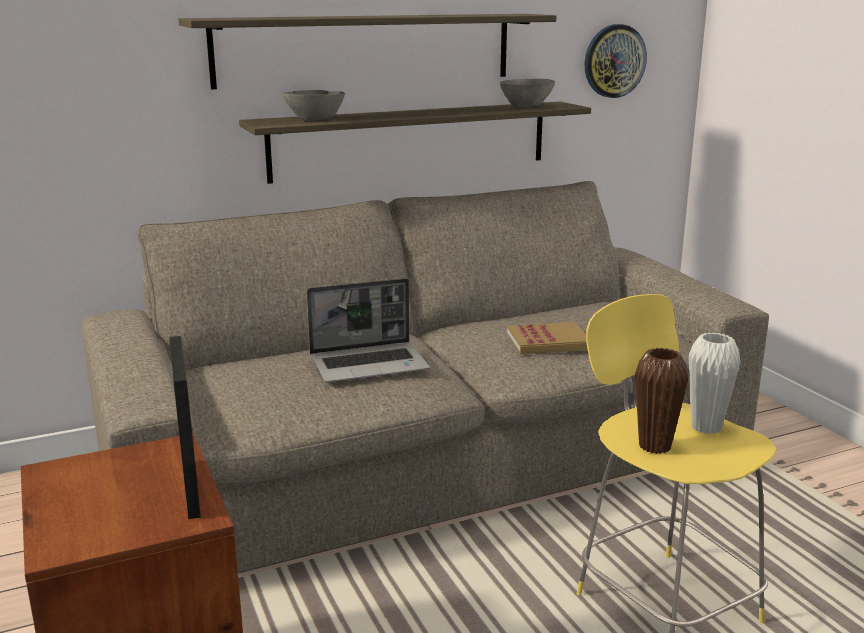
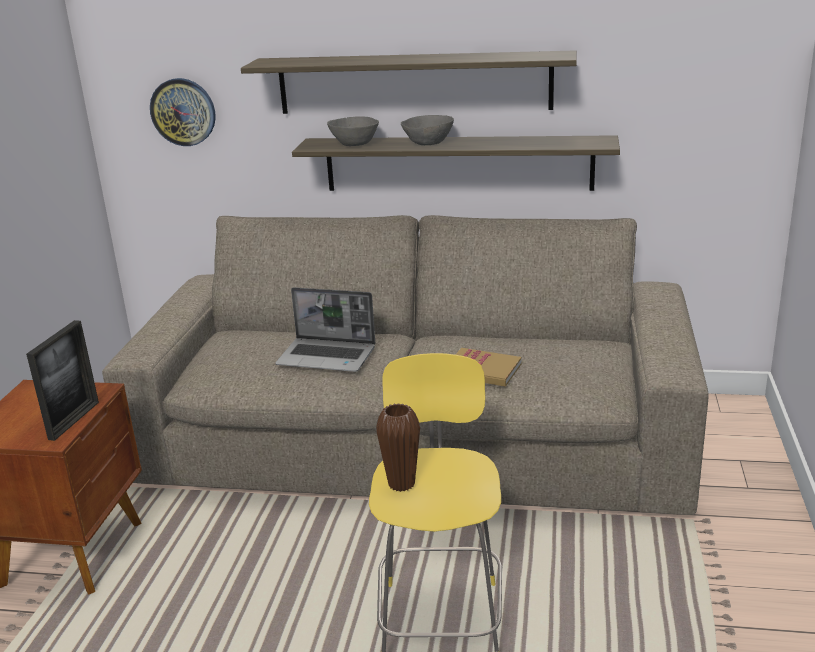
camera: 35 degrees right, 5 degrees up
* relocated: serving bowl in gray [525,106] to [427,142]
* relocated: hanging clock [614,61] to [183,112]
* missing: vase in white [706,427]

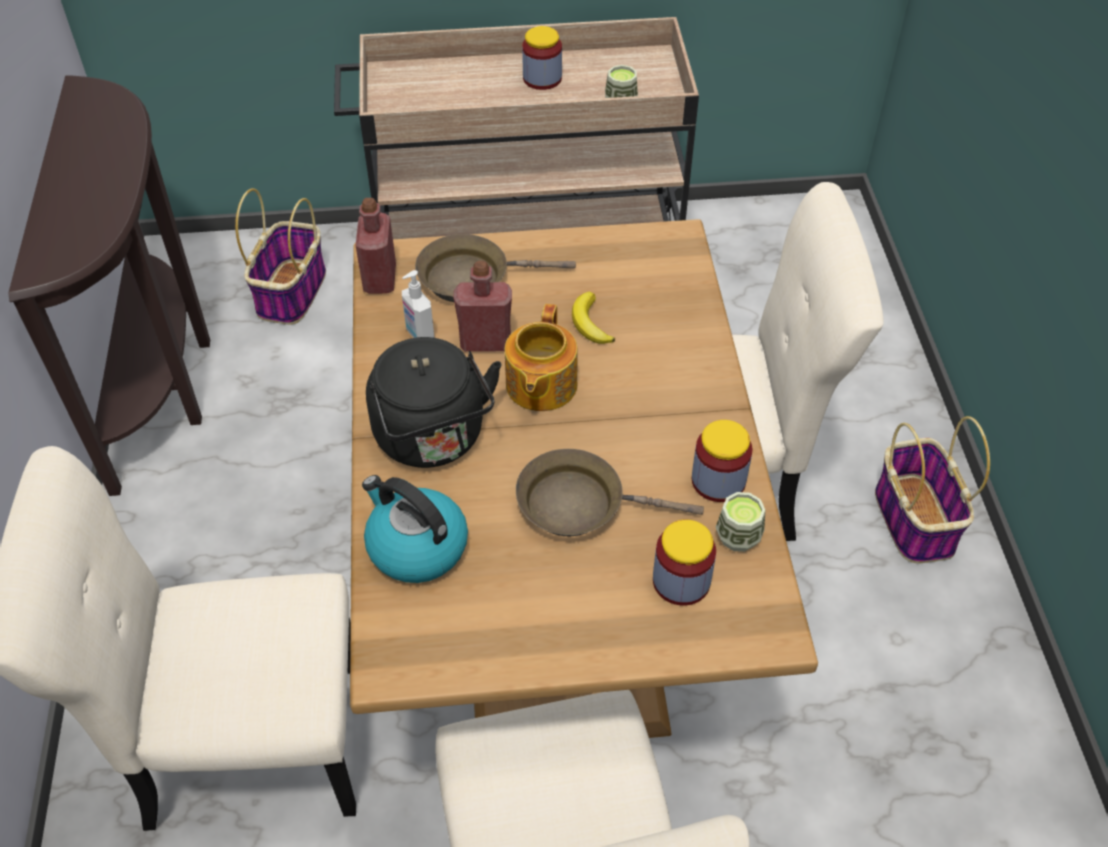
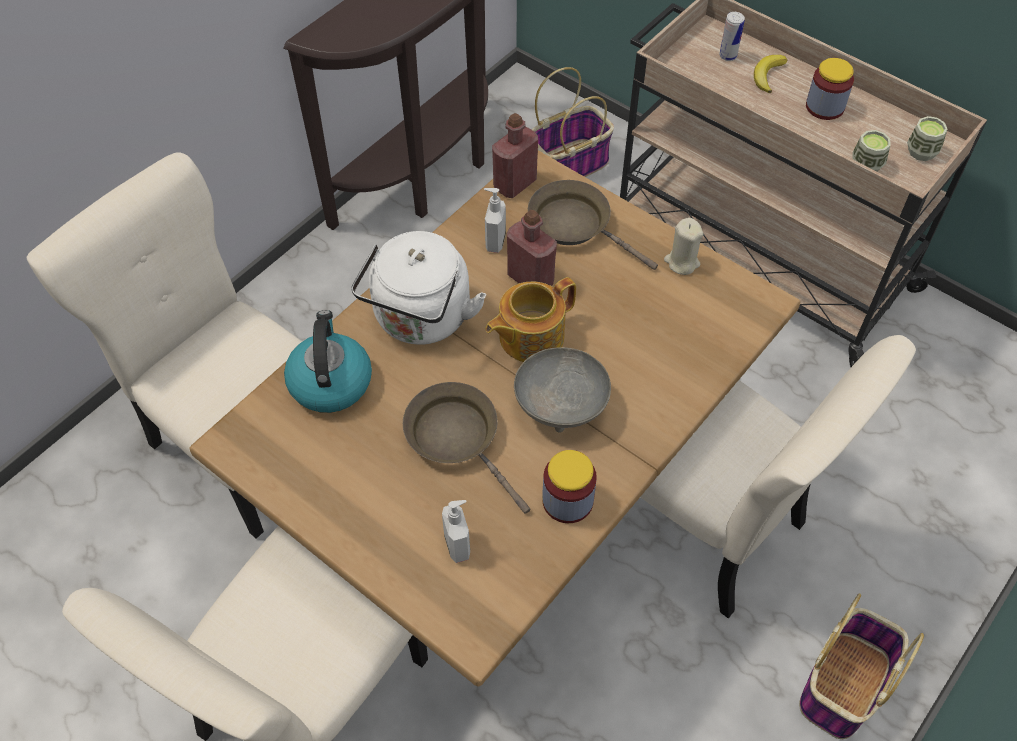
camera: 45 degrees right, 5 degrees up
* colour: water kettle in black [433,439] to water kettle in white [421,320]
* relocated: whole banana [590,323] to [767,75]
* exchanged: storage jar [681,581] to soap dispenser [458,545]
* relocated: cup [738,536] to [921,152]
* appeared: serving bowl in gray [563,407]
* appeared: candle in beige [681,262]
* appeared: can [728,56]

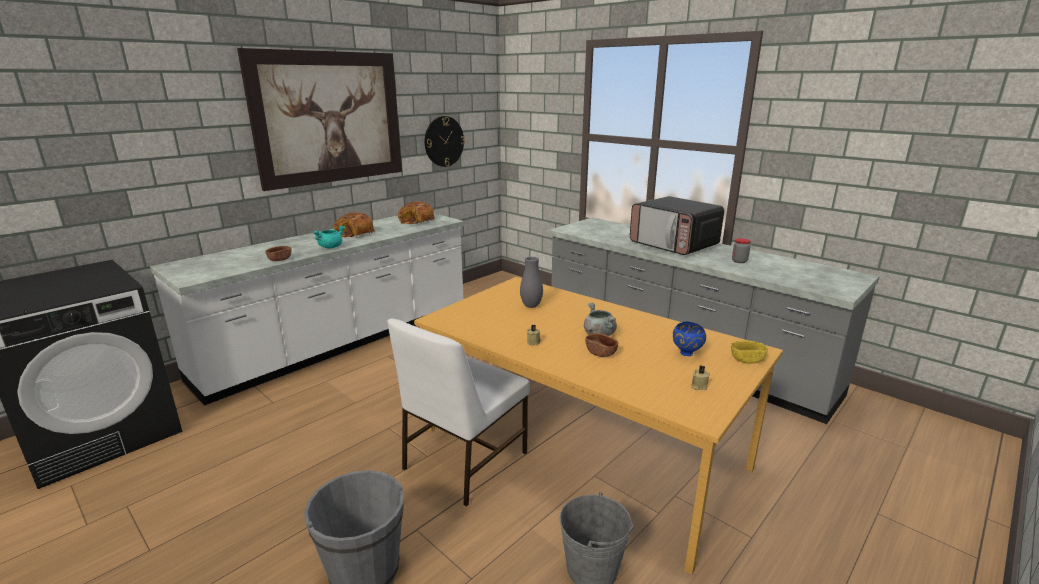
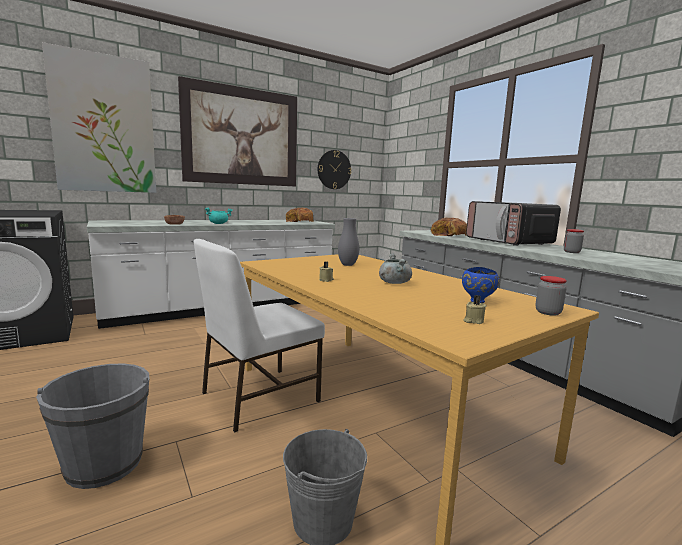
camera: 15 degrees right, 10 degrees down
* relocated: bread [354,233] to [449,235]
* missing: serving bowl in brown [600,353]
* exchanged: serving bowl in yellow [747,360] to storage jar [548,312]
* appeared: wall art [104,124]

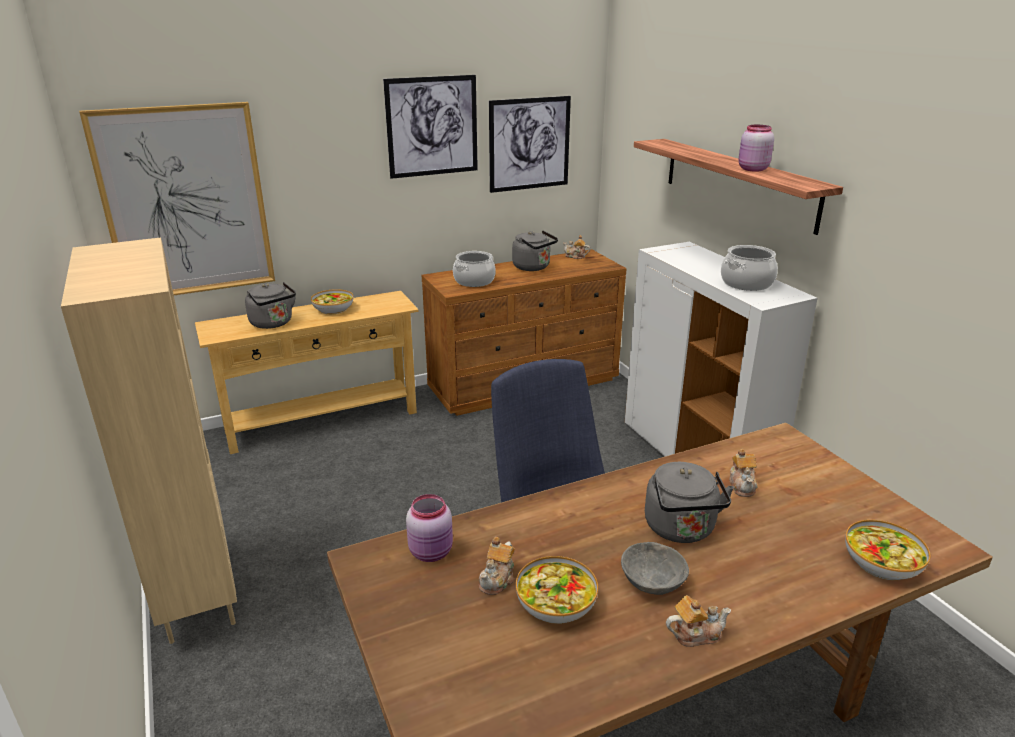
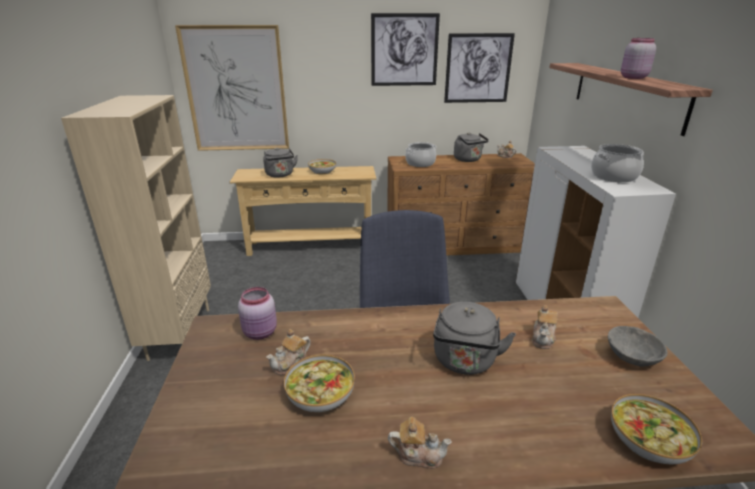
camera: 20 degrees right, 0 degrees up
* relocated: serving bowl in gray [651,582] to [631,357]

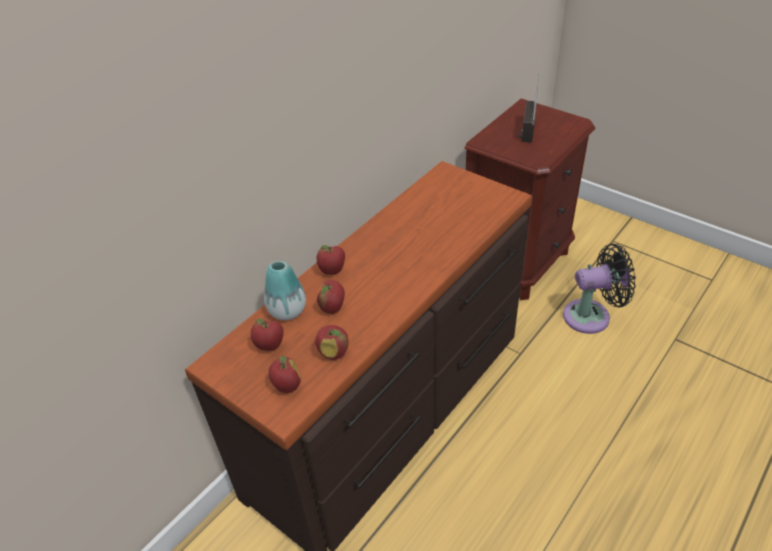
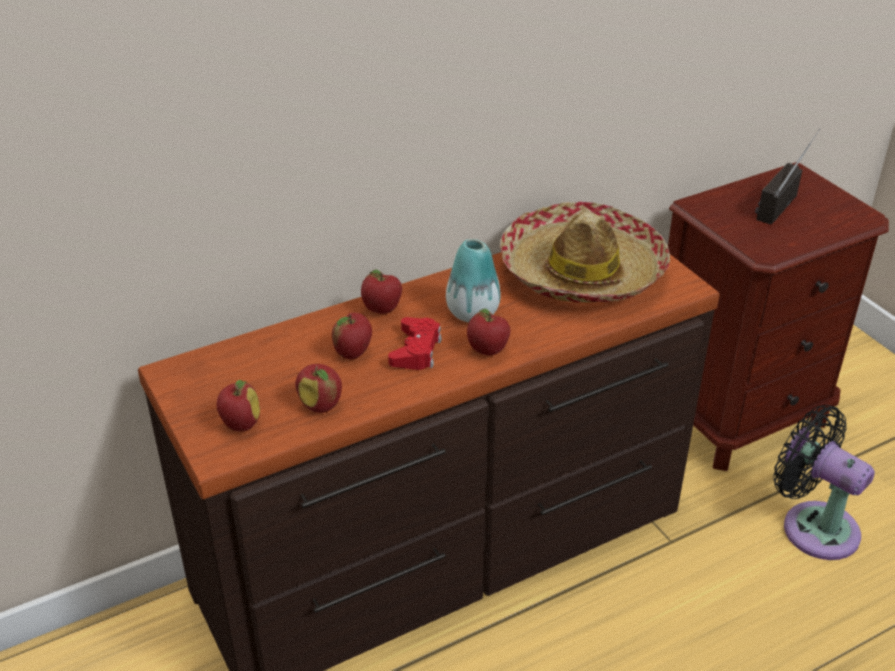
camera: 20 degrees right, 5 degrees down
* relocated: apple [269,346] to [487,351]
* relocated: vase [287,311] to [472,313]
* spun: electric fan in black [591,316] = [813,526] 150 degrees counterclockwise
* appeared: gamepad in red-coloured [416,350]
* appeared: hat [582,271]

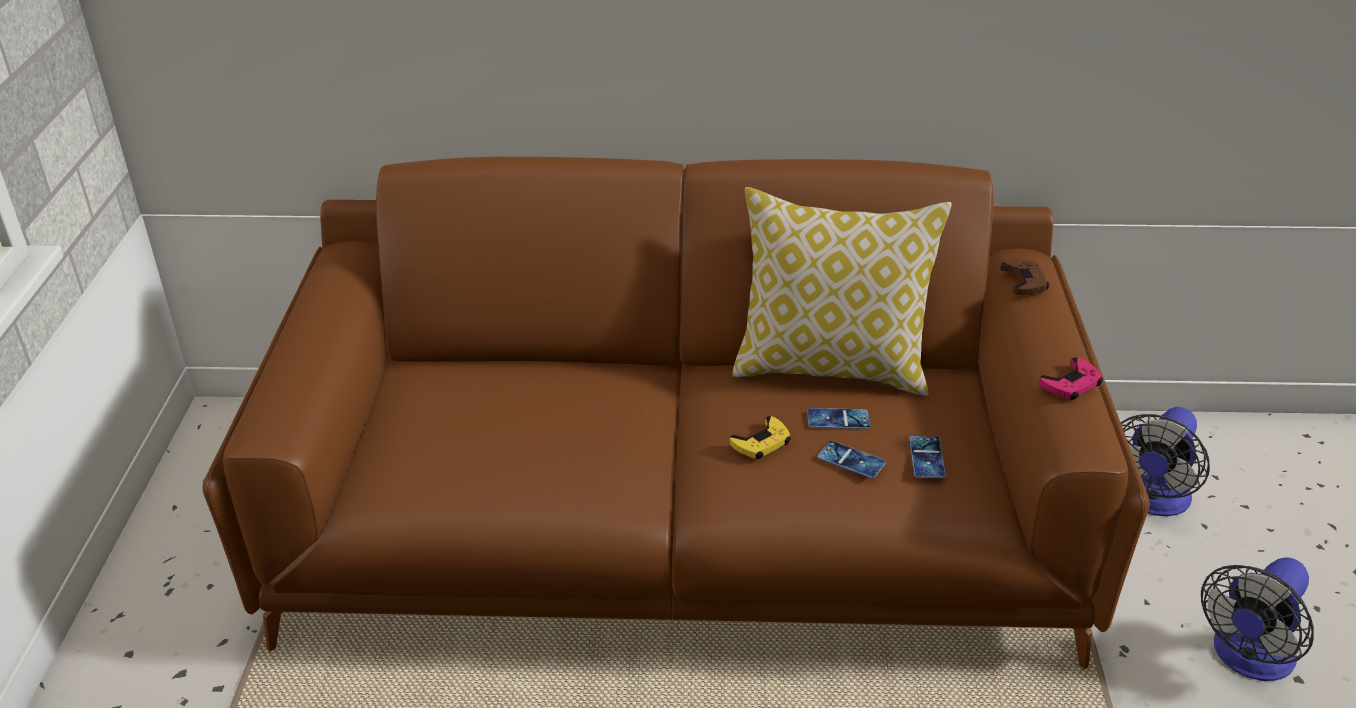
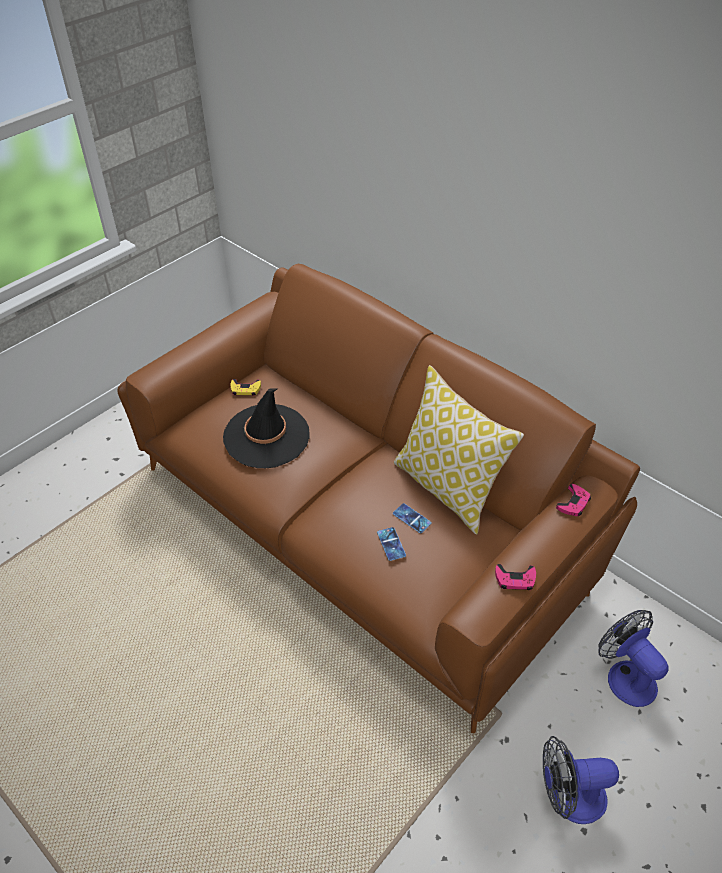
camera: 40 degrees right, 10 degrees up
* relocated: gamepad in yellow [761,443] to [245,389]
* missing: handset [927,457]
* colour: gamepad in brown [1024,281] to gamepad in pinkish [573,503]
* spun: electric fan [1151,500] = [625,675] 75 degrees clockwise
* appeared: hat in black [266,436]

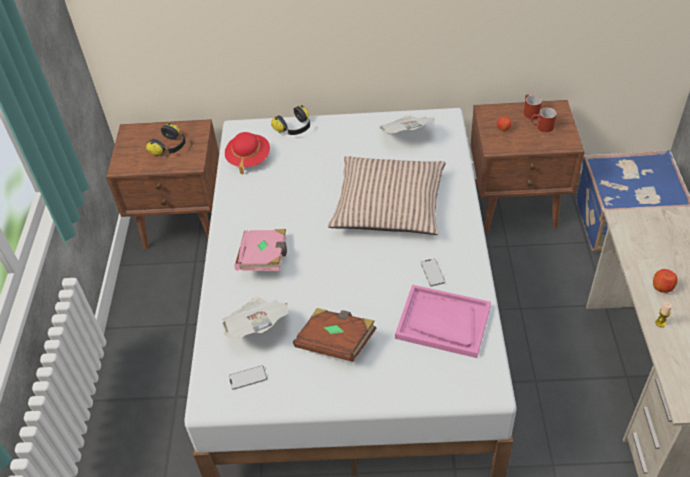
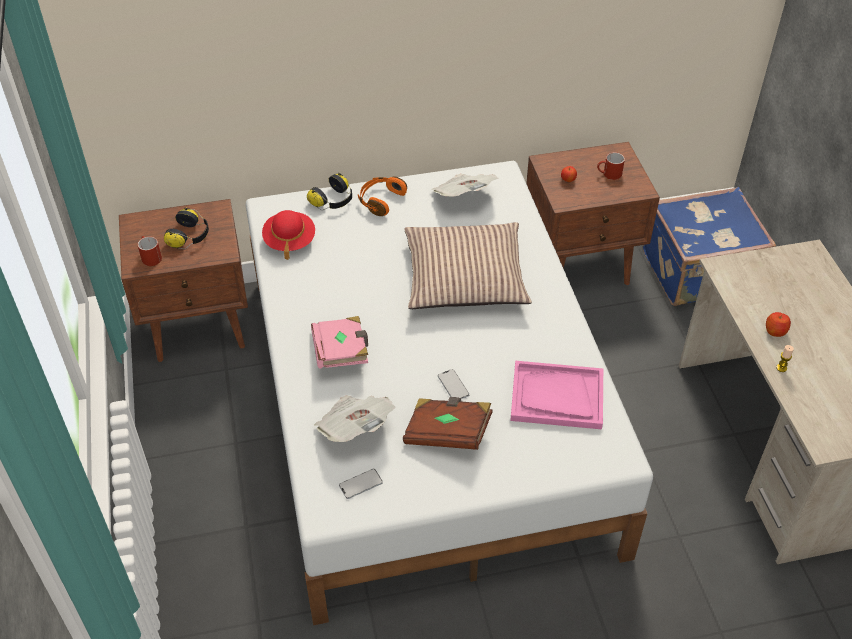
camera: 15 degrees left, 0 degrees up
* relocated: handset [432,273] to [453,385]
* relocated: tea mug in red-coloured [529,112] to [149,257]
* appeared: headset in orange [380,200]

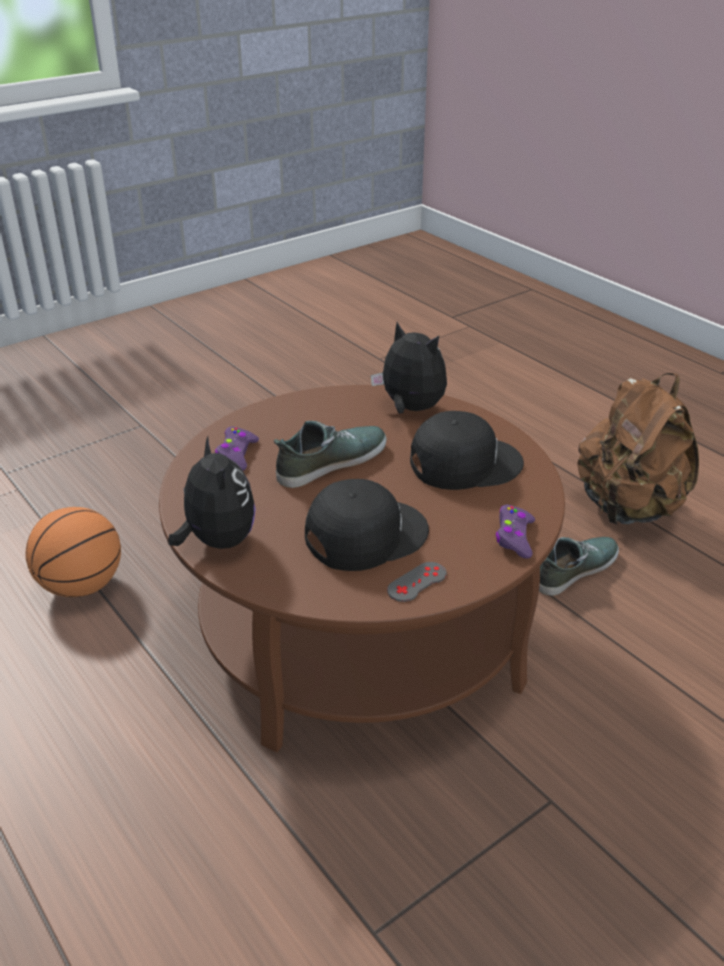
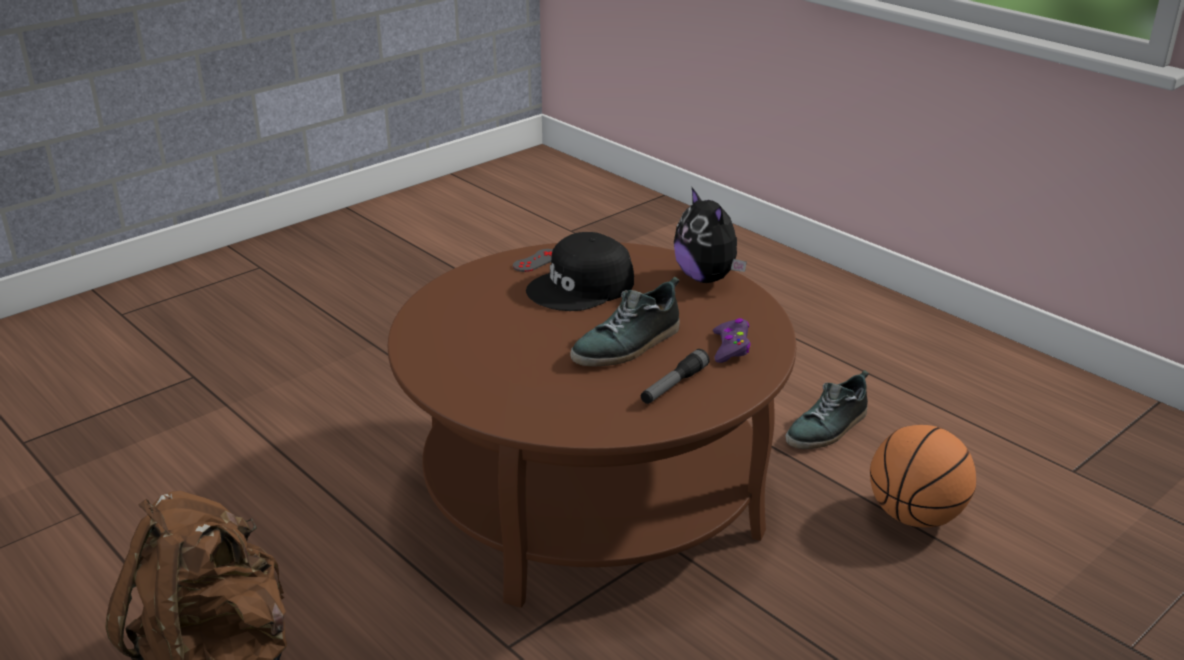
camera: 175 degrees right, 5 degrees down
* missing: cuddly toy [410,409]
* missing: baseball cap in black [464,463]
* missing: gamepad in purple [514,537]
* relocated: shoe [575,569] to [828,428]
* appeared: flashlight [674,385]

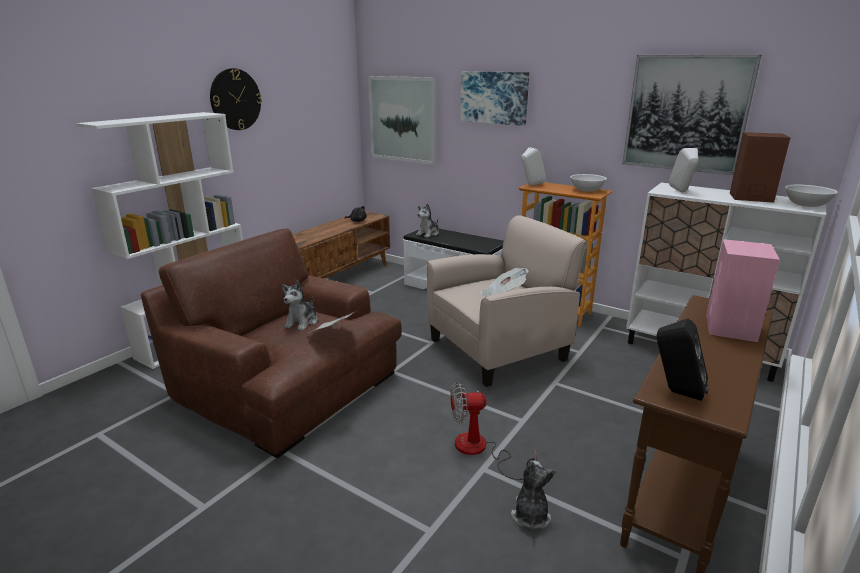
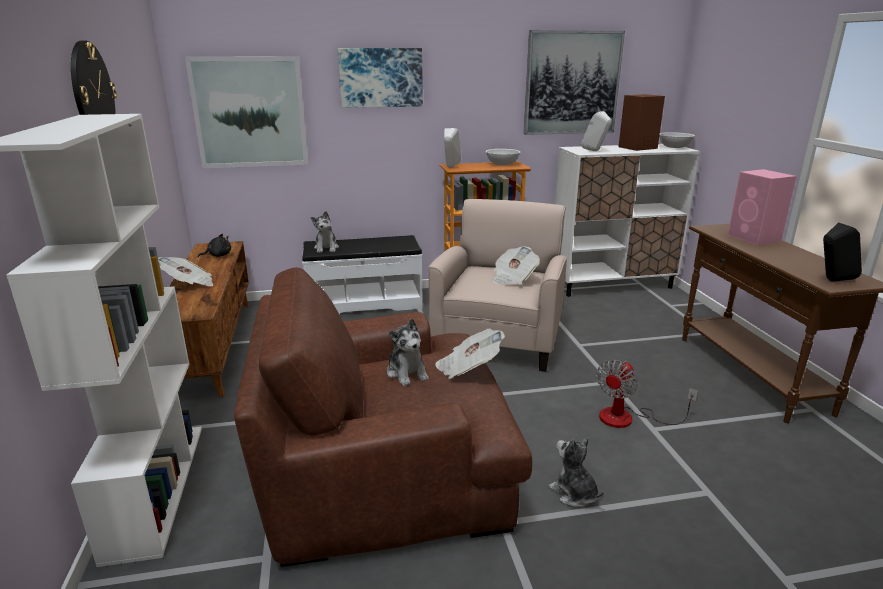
camera: 45 degrees left, 0 degrees up
* relocated: cuddly toy [530,515] to [574,494]
* appeared: newspaper [189,284]

